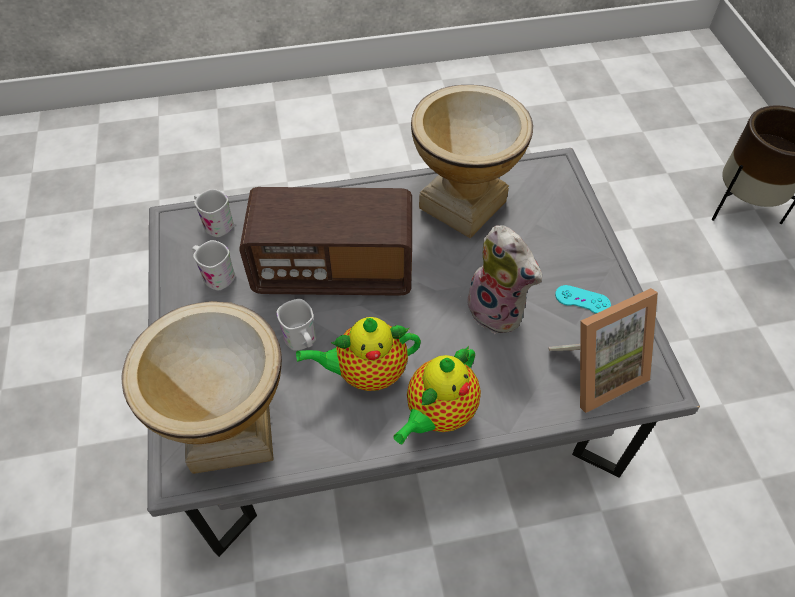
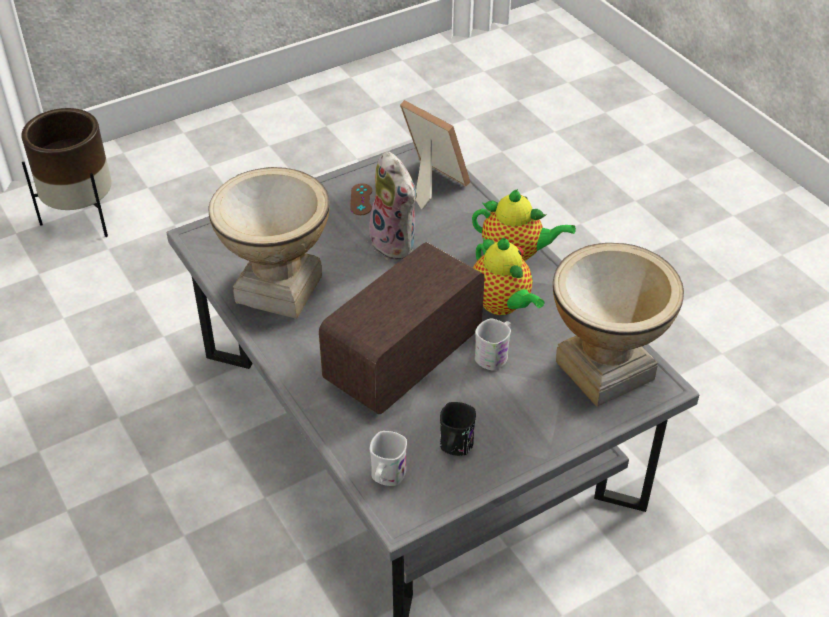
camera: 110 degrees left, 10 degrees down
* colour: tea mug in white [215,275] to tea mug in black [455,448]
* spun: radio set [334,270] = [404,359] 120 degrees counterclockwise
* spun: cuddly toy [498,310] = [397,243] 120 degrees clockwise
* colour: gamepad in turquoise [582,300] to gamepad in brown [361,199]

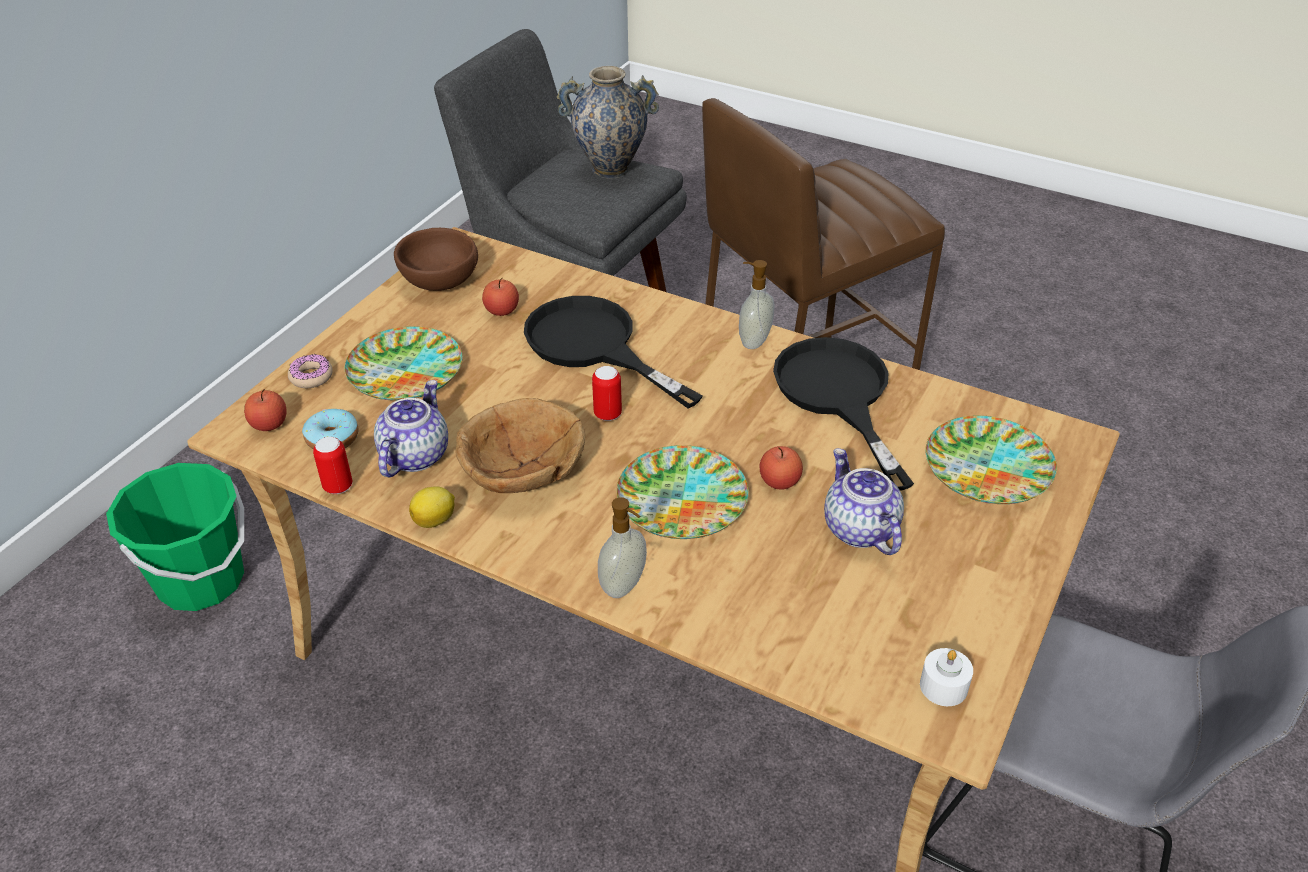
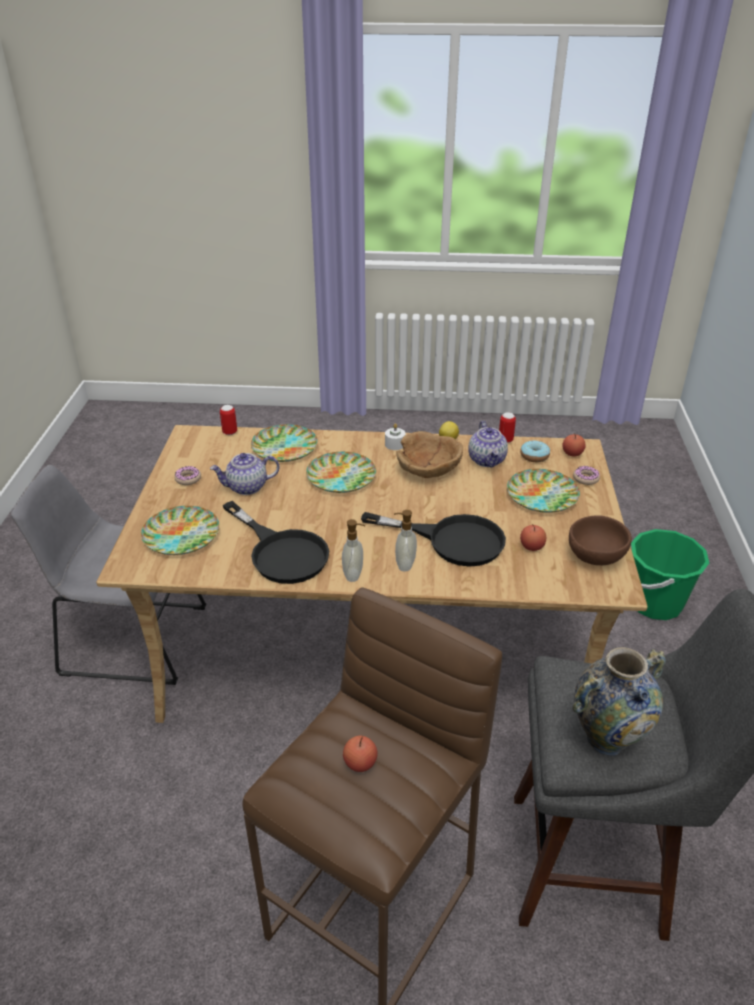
camera: 155 degrees right, 5 degrees down
* relocated: can [607,414] to [230,432]
* relocated: soap dispenser [624,585] to [404,564]
* relocated: apple [779,481] to [360,763]
* spun: teapot [859,529] = [247,487] 120 degrees clockwise
* relocated: candle in white [943,686] to [395,444]
* appeared: ring doughnut [188,479]
* appeared: plate [284,447]

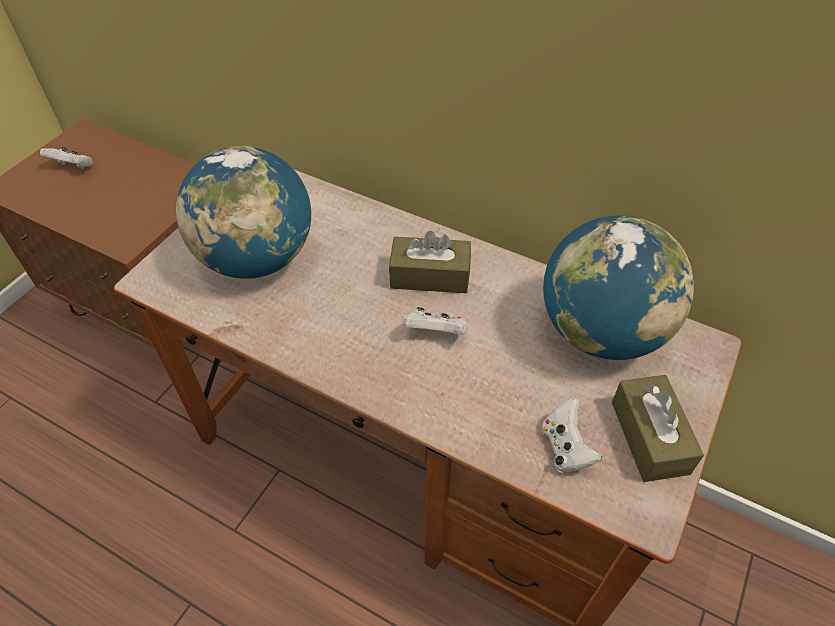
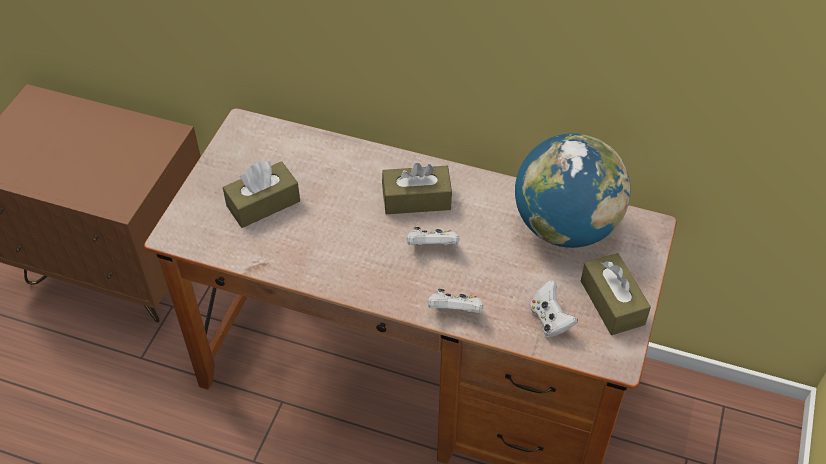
camera: 10 degrees left, 0 degrees up
* relocated: gamepad in white [73,167] to [455,311]
* exchanged: globe [257,258] to tissue box in brown [263,203]

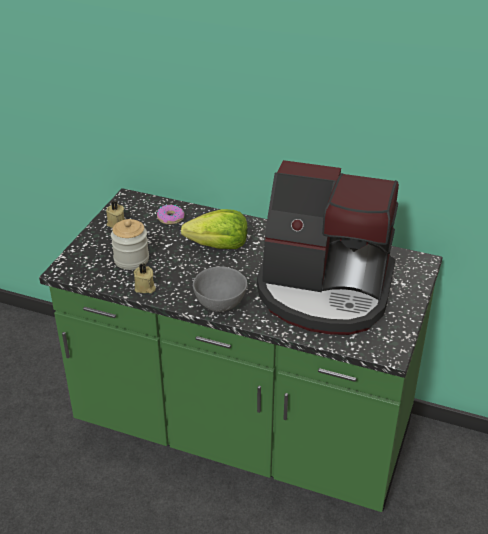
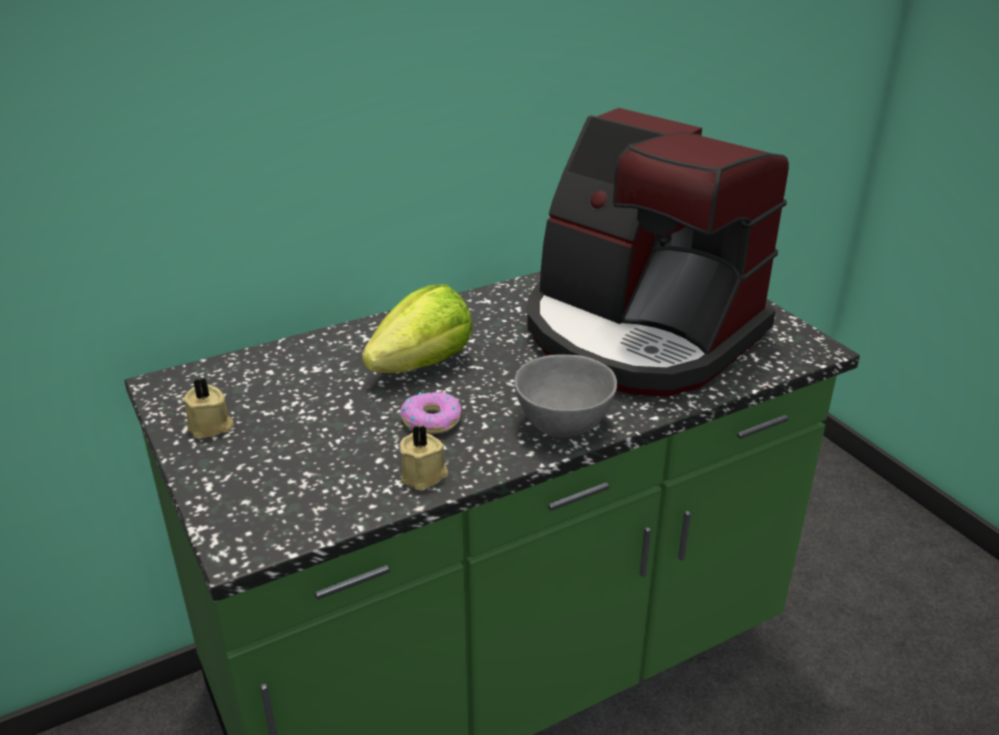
camera: 50 degrees left, 5 degrees down
* missing: storage jar [131,260]
* relocated: ring doughnut [170,218] to [431,420]
* spun: coffee brewer [325,291] = [639,334] 75 degrees clockwise

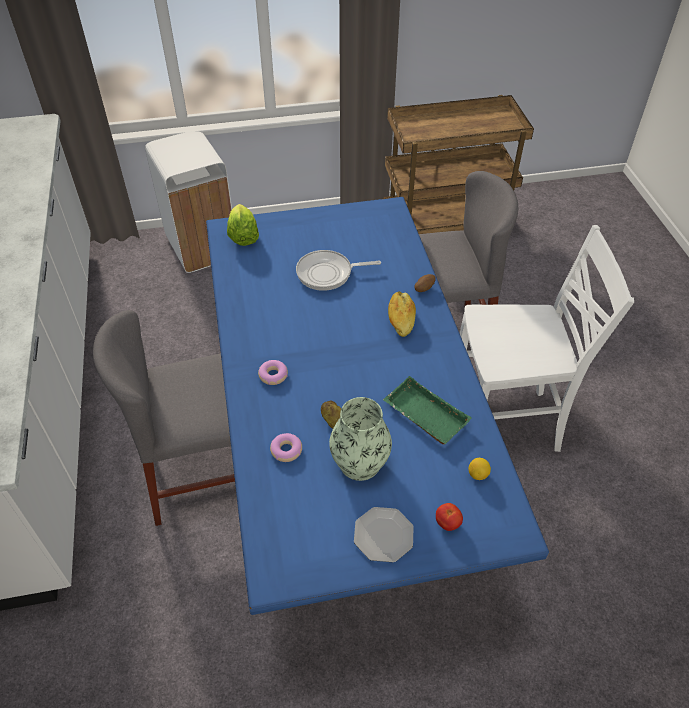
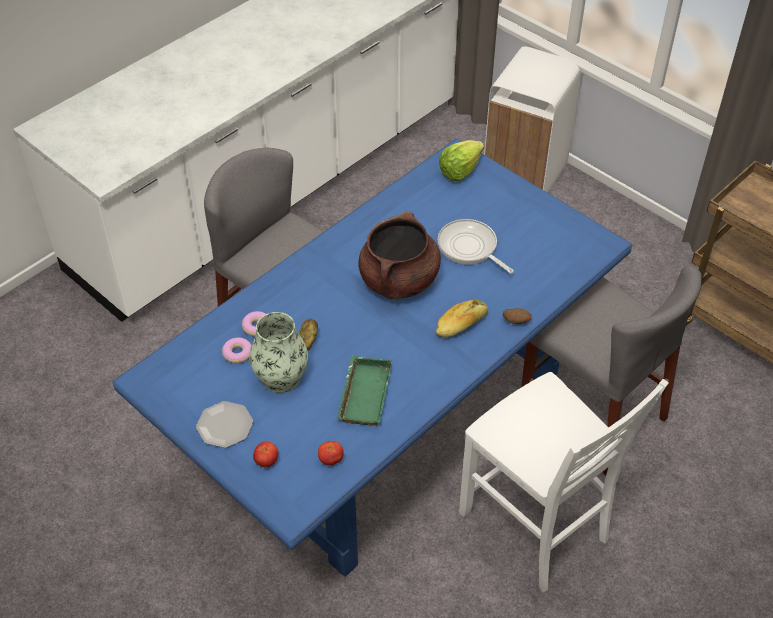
camera: 55 degrees right, 0 degrees up
* relocated: ring doughnut [273,375] to [237,353]
* exchanged: whole lemon [478,474] to tomato [331,459]
* appeared: cooking pot in brown [399,281]

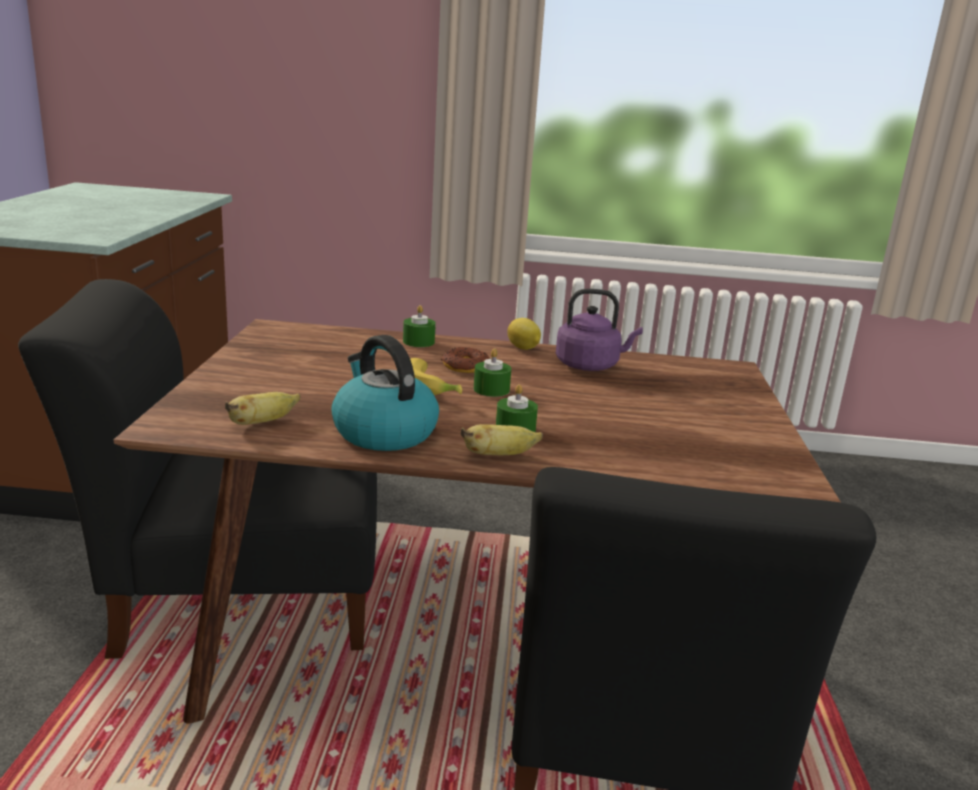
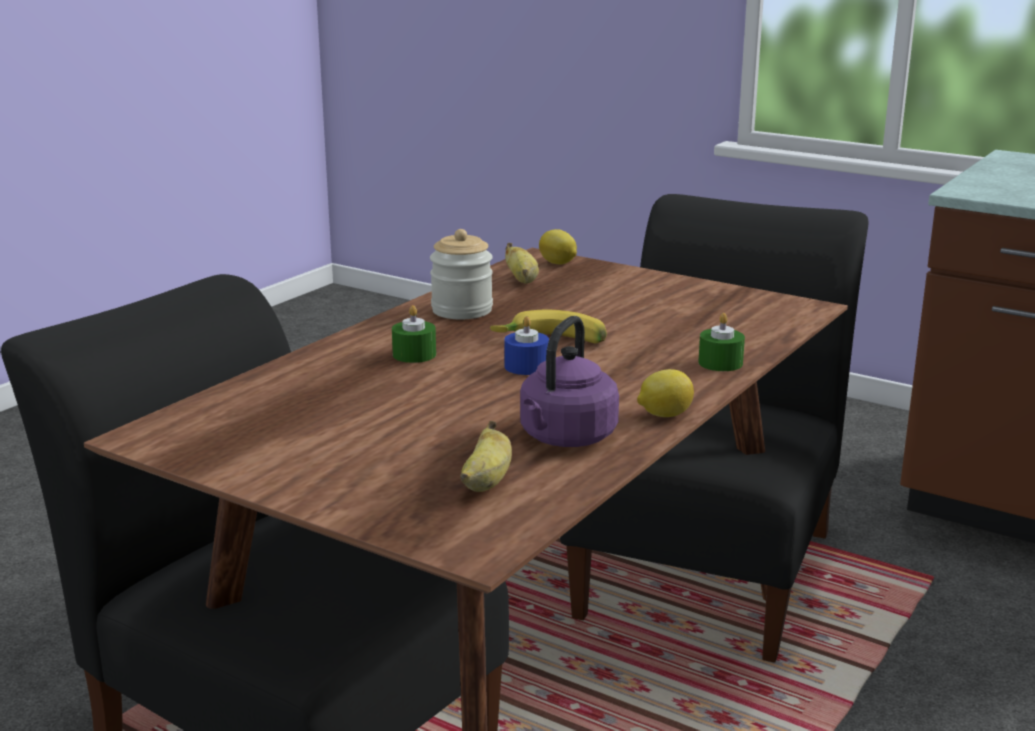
camera: 120 degrees right, 0 degrees up
* exchanged: water kettle [383,432] to storage jar [462,310]
* missing: ring doughnut [465,366]
* relocated: whole banana [499,455] to [486,482]
* colour: candle in green-coloured [491,389] to candle in blue [526,366]
* appeared: whole lemon [558,263]

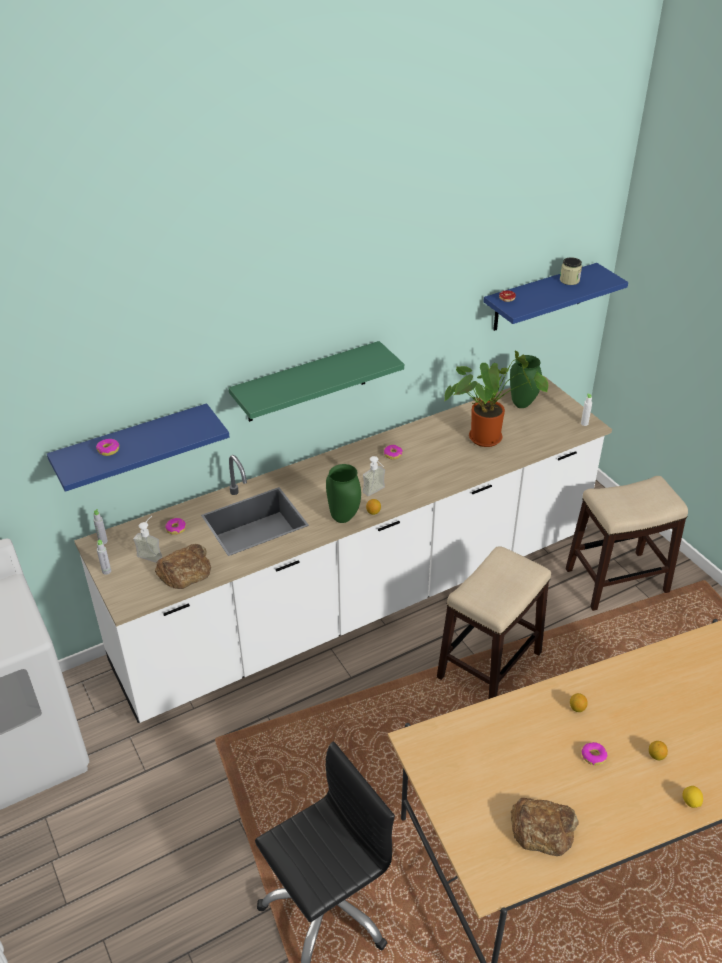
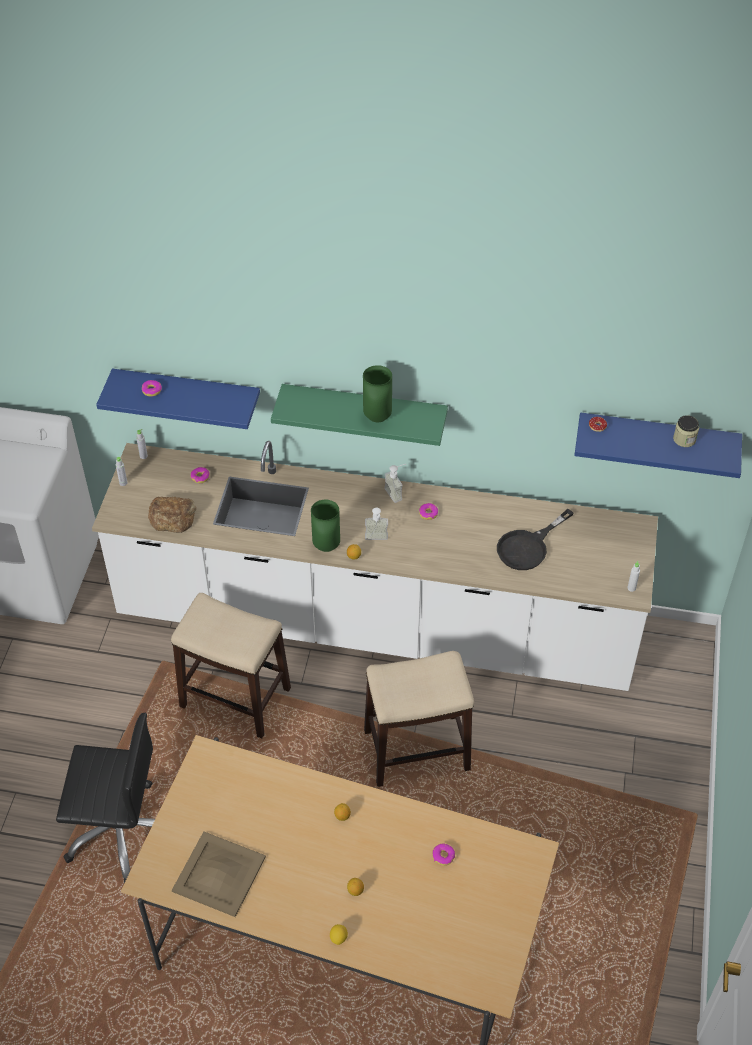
camera: 40 degrees right, 10 degrees up
* relocated: soap dispenser [152,553] to [397,493]
* exchanged: plant in a pot [488,437] to pan in black [528,547]
* relocated: vase in green-coloured [521,405] to [376,417]
* exchanged: bread [543,829] to tray in beige [220,873]
* relocated: stool seat [617,580] to [236,698]
* relocated: ring doughnut [593,756] to [443,856]

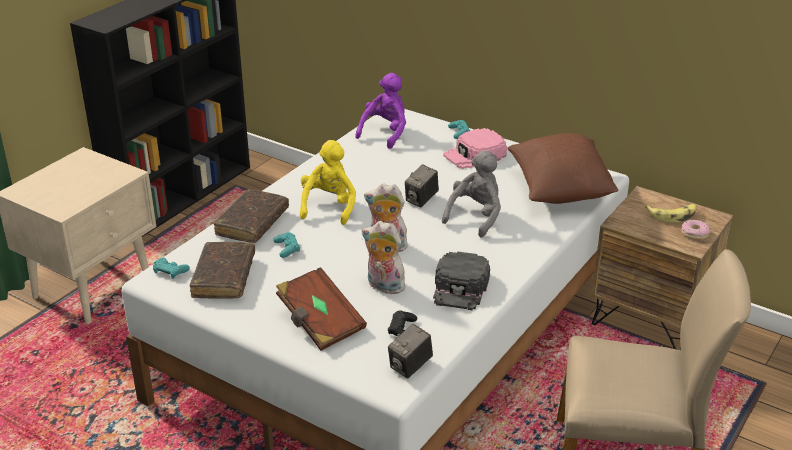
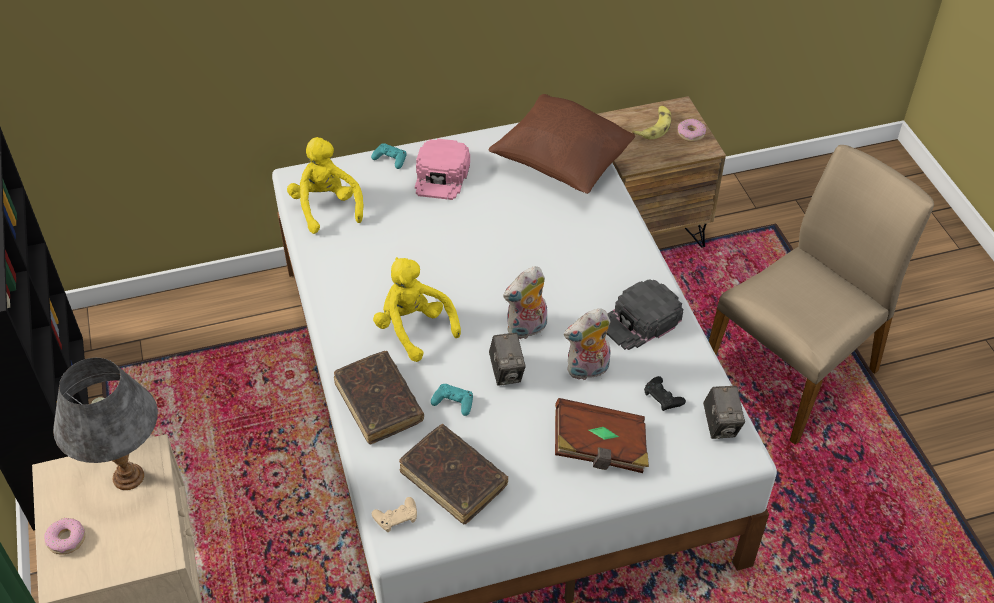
camera: 50 degrees left, 15 degrees up
* colour: gamepad in turquoise [170,271] to gamepad in beige [396,517]
* colour: cuddly toy in purple [385,133] to cuddly toy in yellow [326,207]
* relocated: photo camera [421,200] to [506,372]
* spun: baseball cap in black [461,287] = [640,321] 90 degrees clockwise
* missing: cuddly toy in gray [475,216]
* appeared: ring doughnut [66,539]
* appeared: tabletop lamp in gray [128,476]

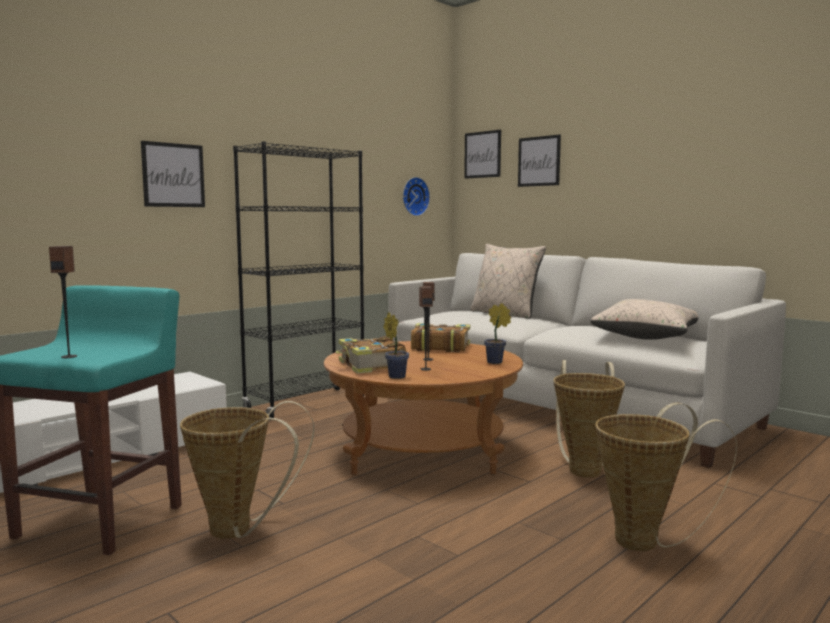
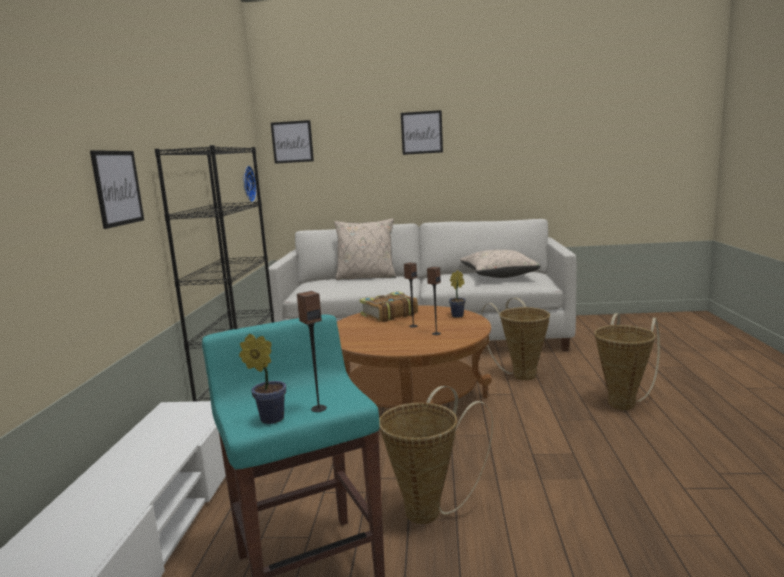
camera: 40 degrees left, 5 degrees up
* missing: bound book [370,366]
* relocated: plant in a pot [395,376] to [269,418]
* relocated: wall art [539,161] to [421,132]

